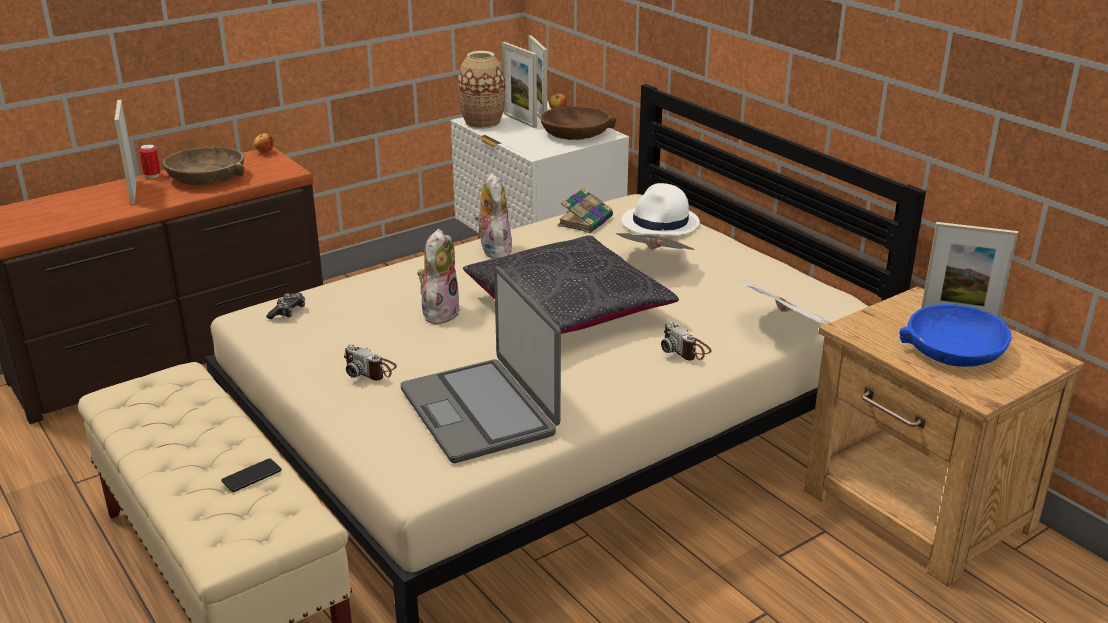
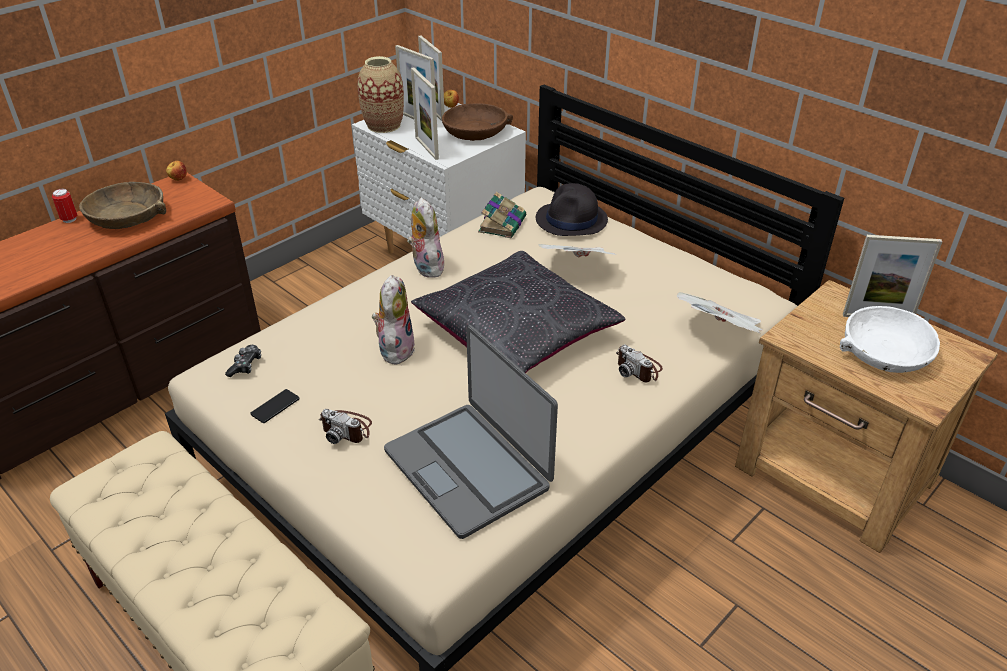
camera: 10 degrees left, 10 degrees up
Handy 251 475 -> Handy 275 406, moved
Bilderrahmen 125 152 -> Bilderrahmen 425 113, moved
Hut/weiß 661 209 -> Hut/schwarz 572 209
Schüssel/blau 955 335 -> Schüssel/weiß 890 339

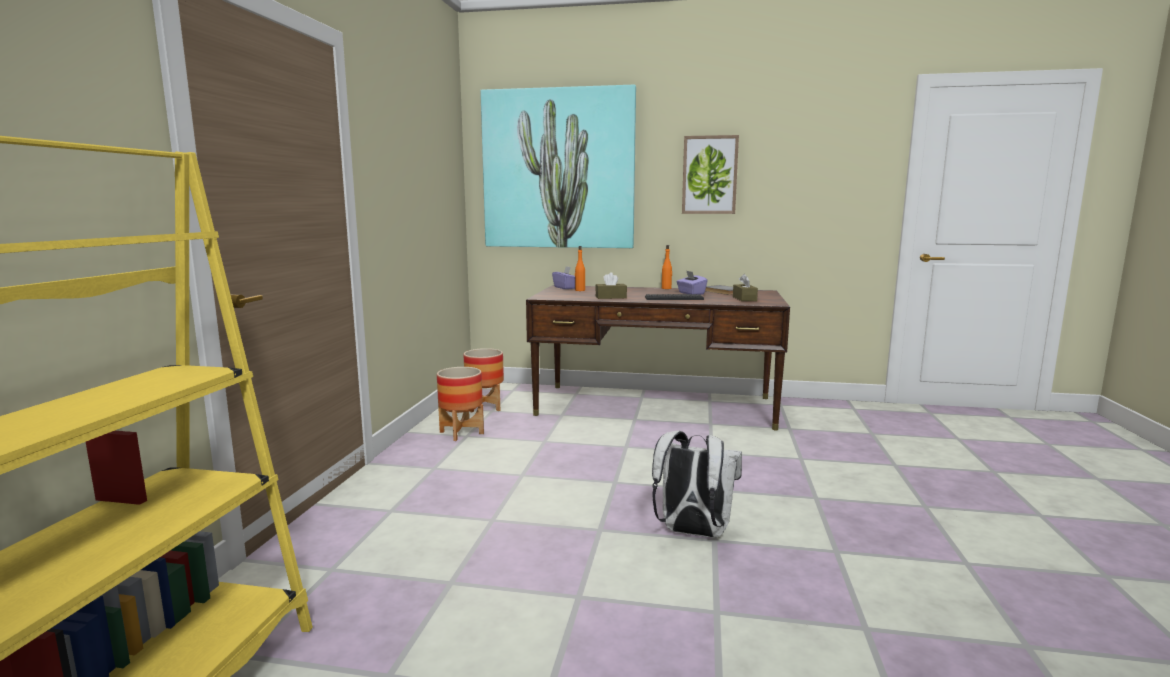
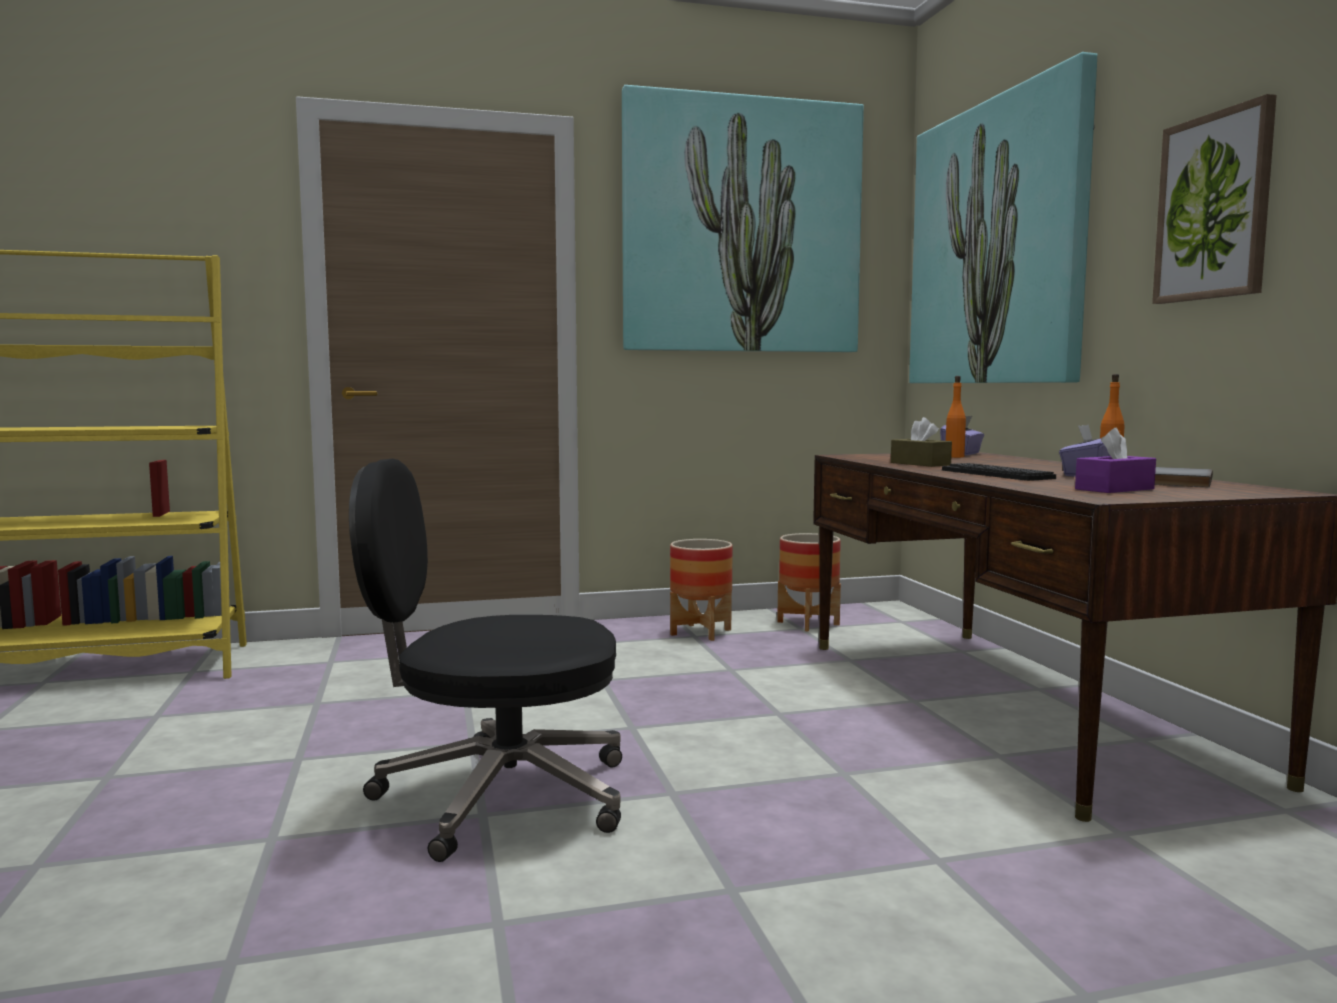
camera: 65 degrees right, 5 degrees down
Rucksack/weiß 697 484 -> Bürostuhl/schwarz 485 660
none -> Bild 743 218
Taschentuchbox/braun 745 287 -> Taschentuchbox/lila 1115 460

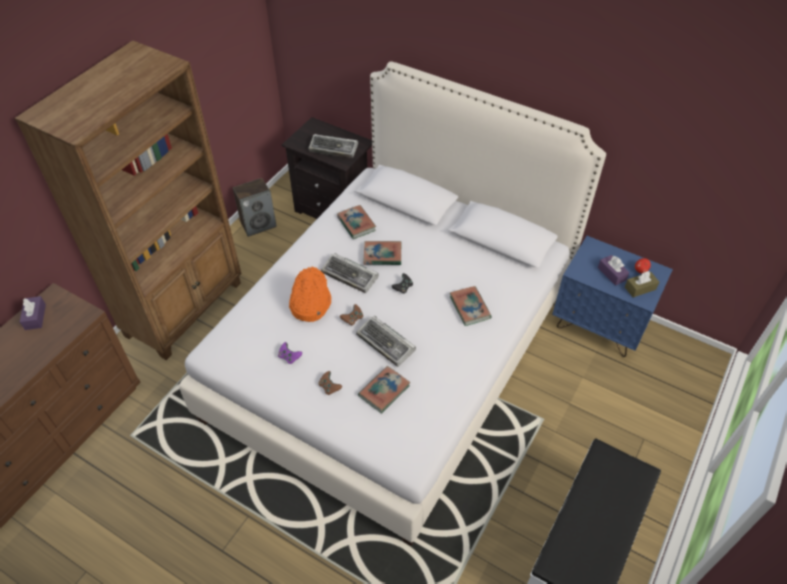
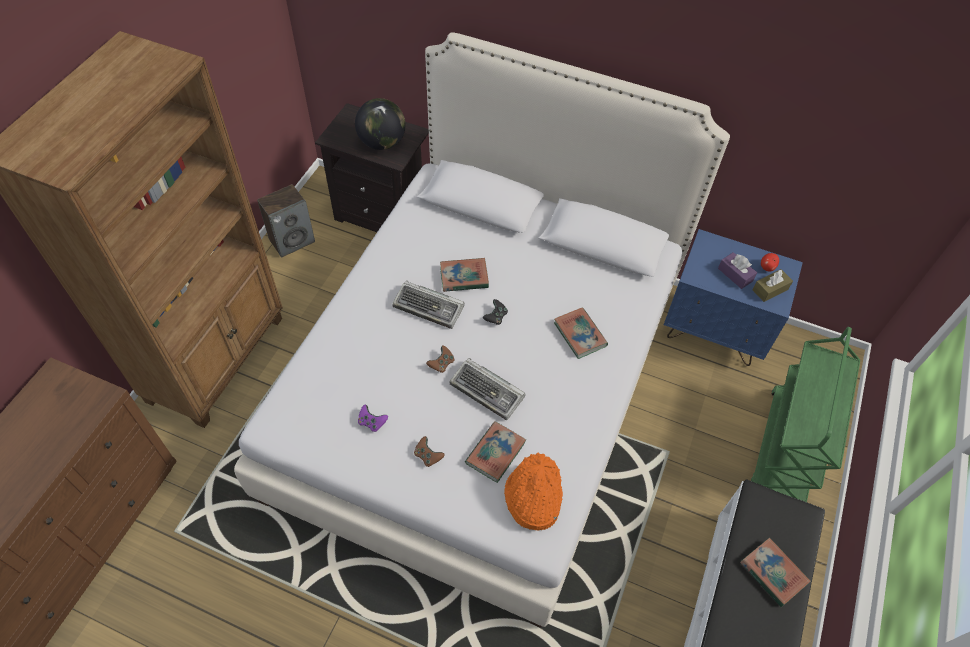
camera: 10 degrees left, 5 degrees up
Tastatur 333 146 -> Globus 380 124
Hut/orange 310 294 -> Hut/orange 533 491, moved
Buch 356 222 -> Buch 775 572, moved
none -> Rollwagen/grün 805 414
Taschentuchbox/lila 33 313 -> none

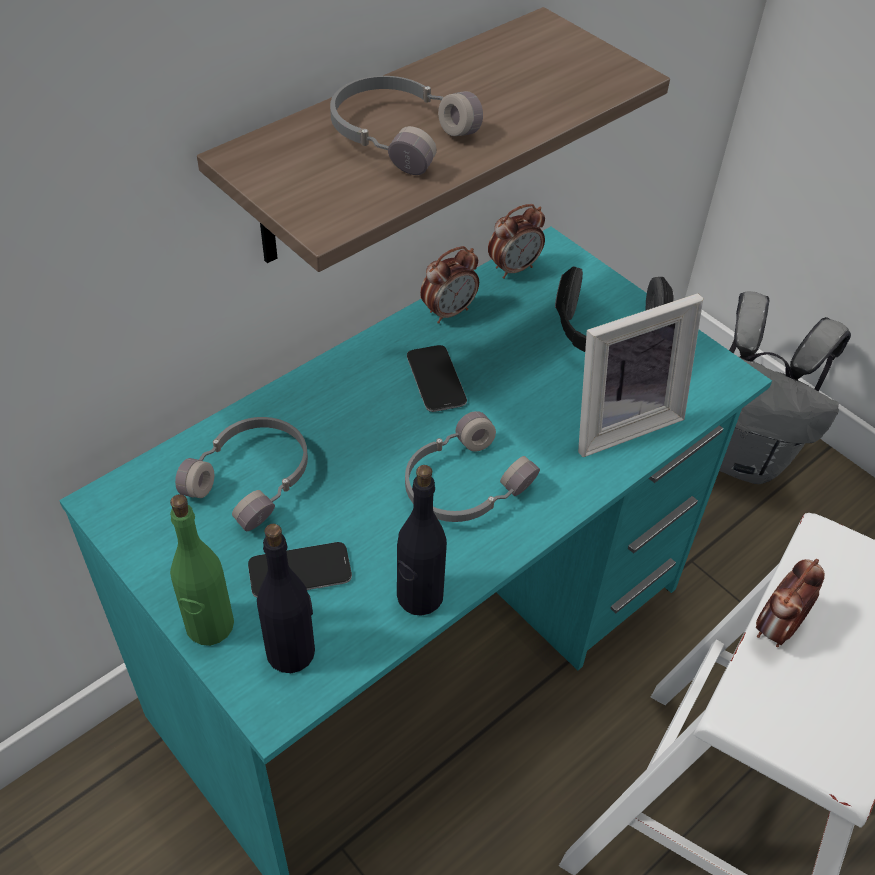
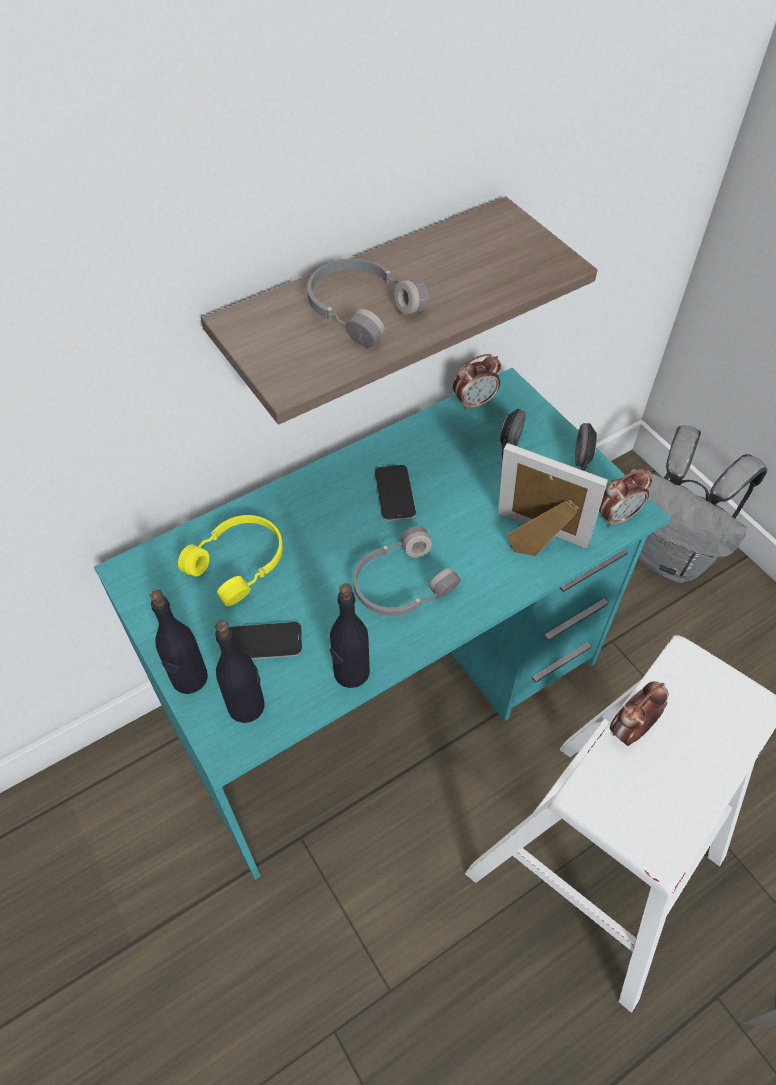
camera: 10 degrees right, 5 degrees up
Flasche/grün 202 570 -> Flasche/schwarz 179 642
Kopfhörer/grau 241 474 -> Kopfhörer/gelb 230 560
Bilderrahmen 640 375 -> Bilderrahmen 553 499, 135 degrees counterclockwise
Wecker 449 285 -> Wecker 625 498, moved

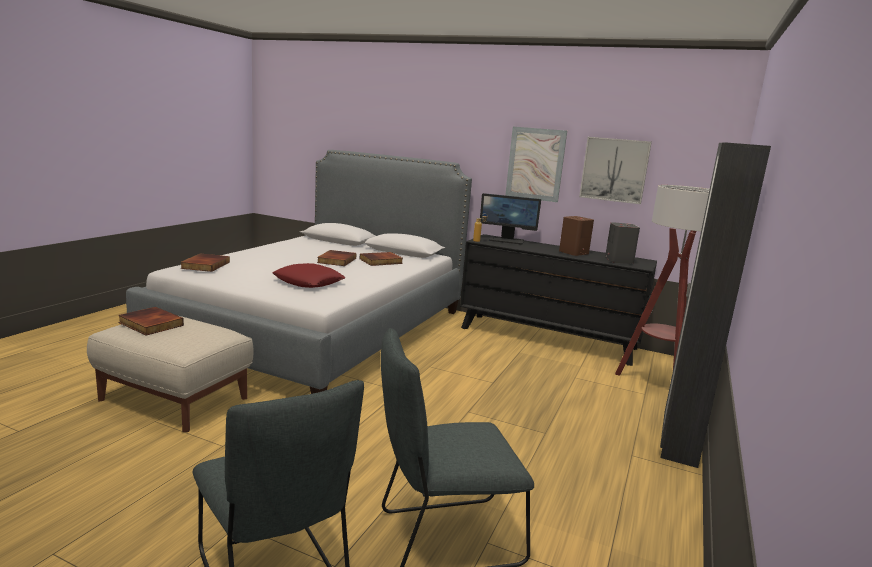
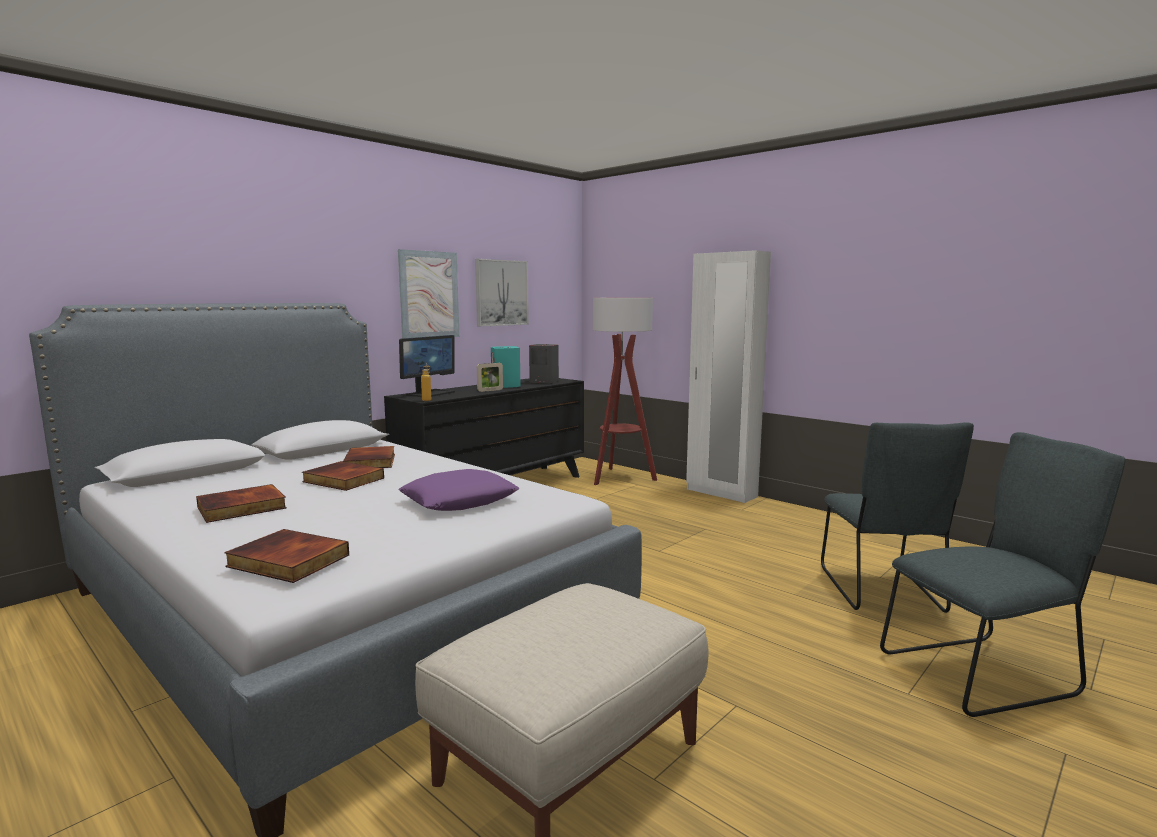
camera: 70 degrees left, 5 degrees down
Buch 151 321 -> Buch 241 503, moved
Kissen/rot 308 275 -> Kissen/lila 458 490
none -> Bilderrahmen 490 377
Lautsprecher/braun 576 236 -> Lautsprecher/türkis 505 367
Kleiderschrank/schwarz 715 305 -> Kleiderschrank/weiß 728 376

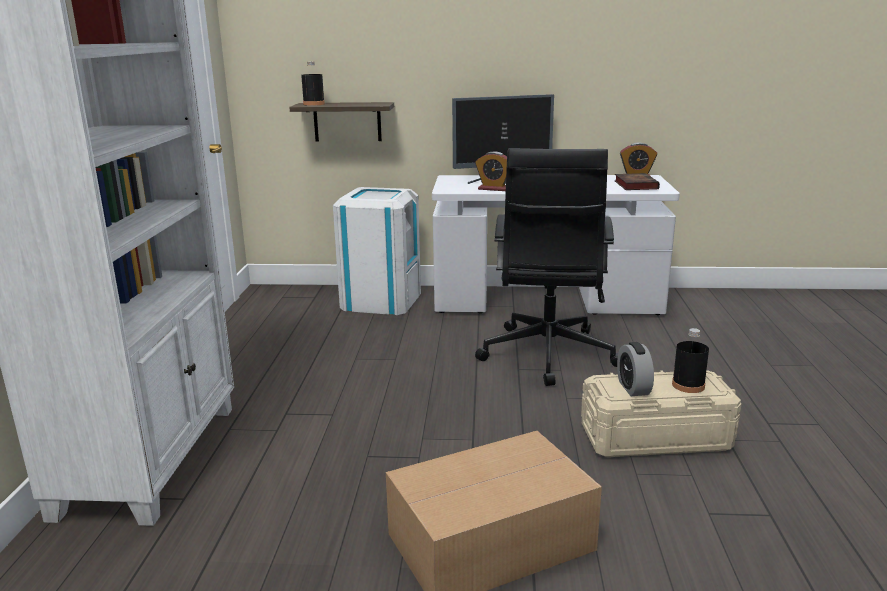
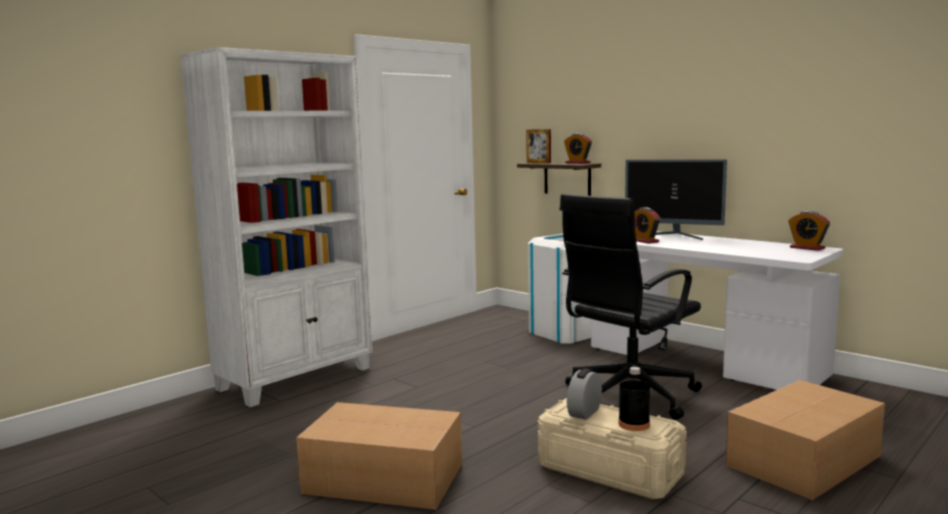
camera: 40 degrees right, 10 degrees down
Flasche/schwarz 313 84 -> Bilderrahmen 538 146
none -> Wecker 578 148
none -> Karton 805 440
Buch 637 181 -> none

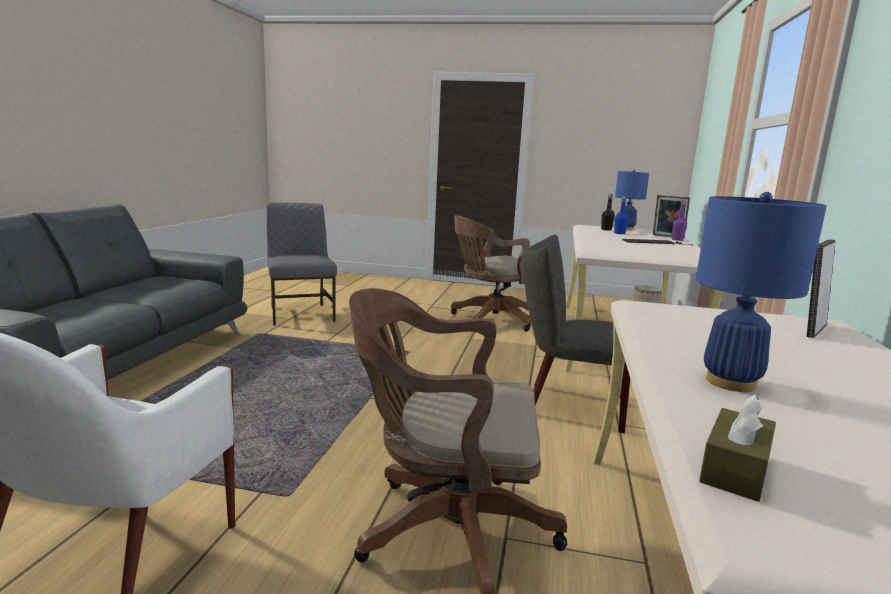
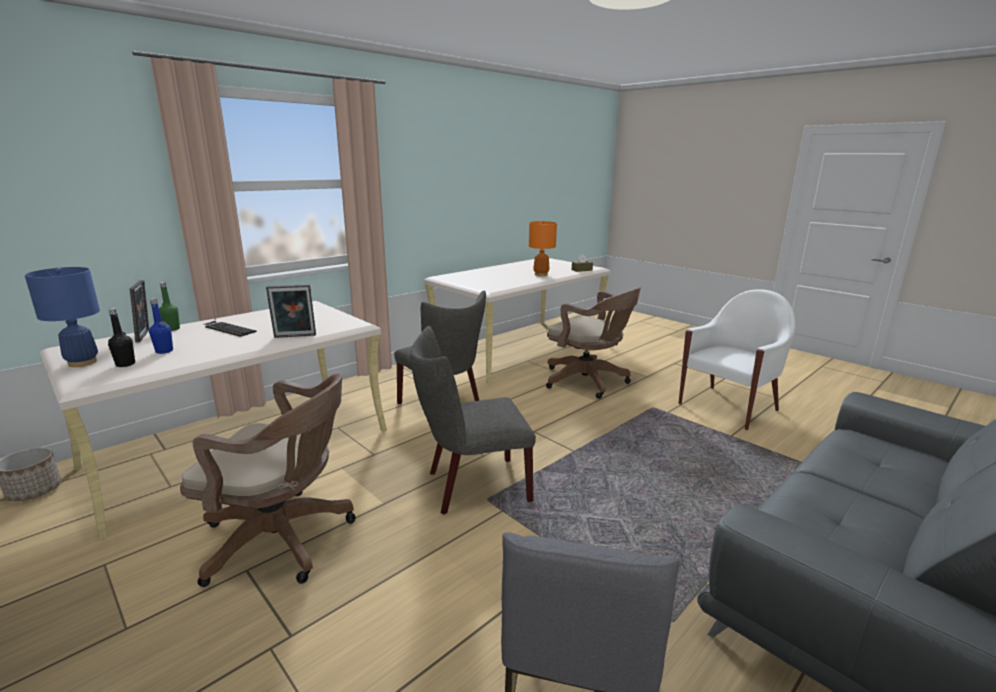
camera: 145 degrees left, 5 degrees up
Flasche/lila 679 220 -> Flasche/grün 169 306
Bilderrahmen 821 289 -> Bilderrahmen 291 311, moved
none -> Stuhl/grau 473 420
Tischlampe/blau 761 292 -> Tischlampe/orange 543 248

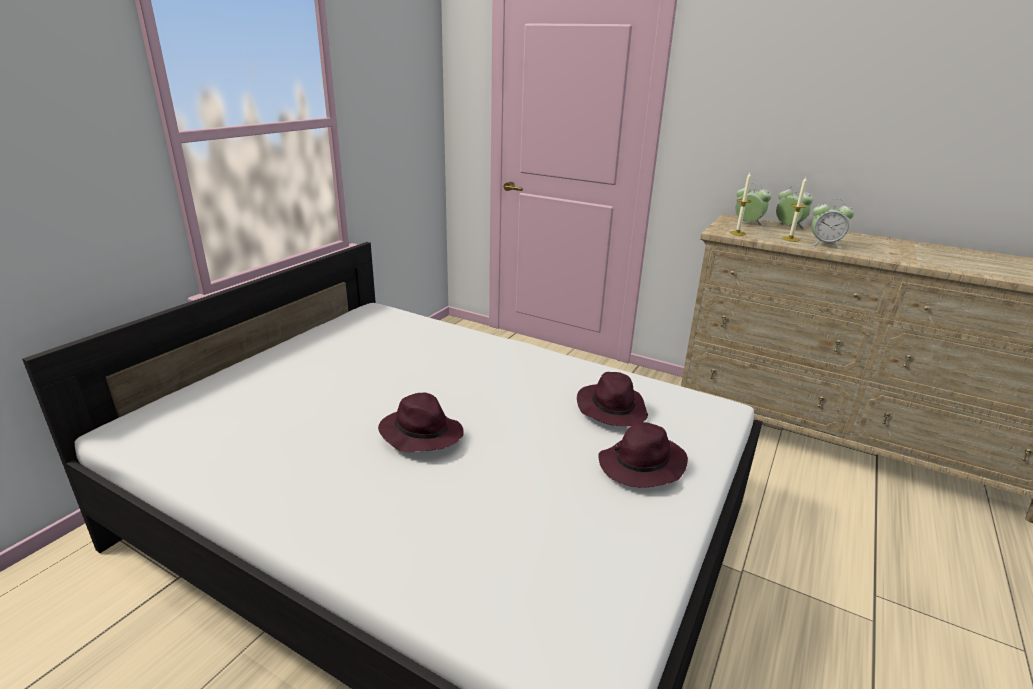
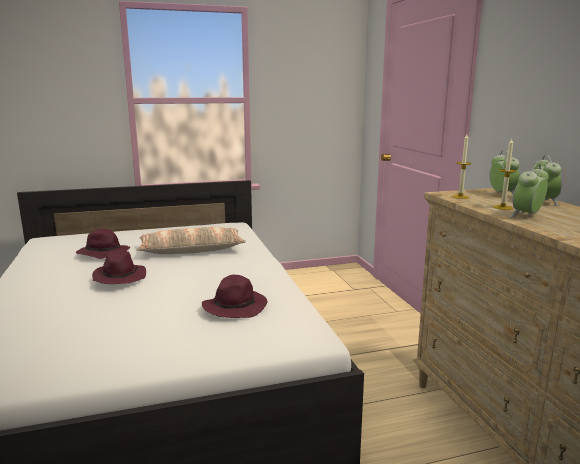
camera: 45 degrees right, 10 degrees down
Hut/lila 643 455 -> Hut/lila 103 243, moved
none -> Kissen 191 240
Wecker 832 224 -> Wecker 529 191, 75 degrees clockwise

